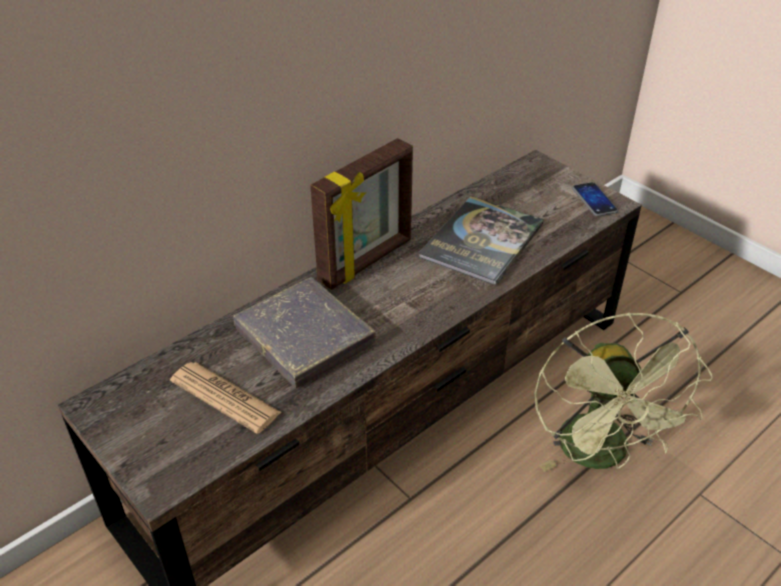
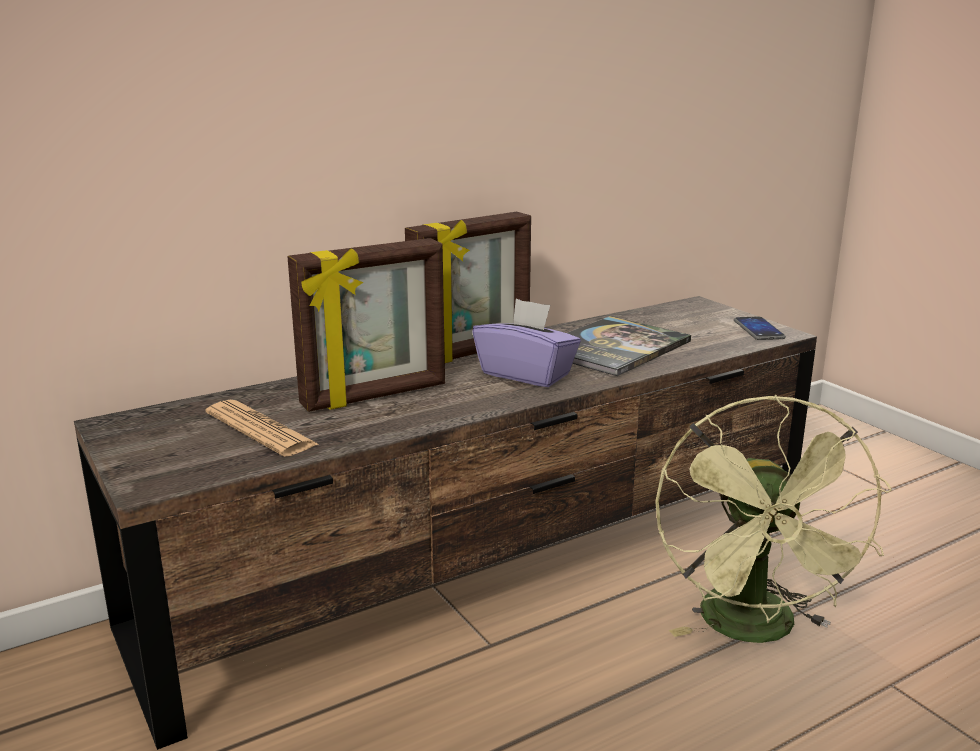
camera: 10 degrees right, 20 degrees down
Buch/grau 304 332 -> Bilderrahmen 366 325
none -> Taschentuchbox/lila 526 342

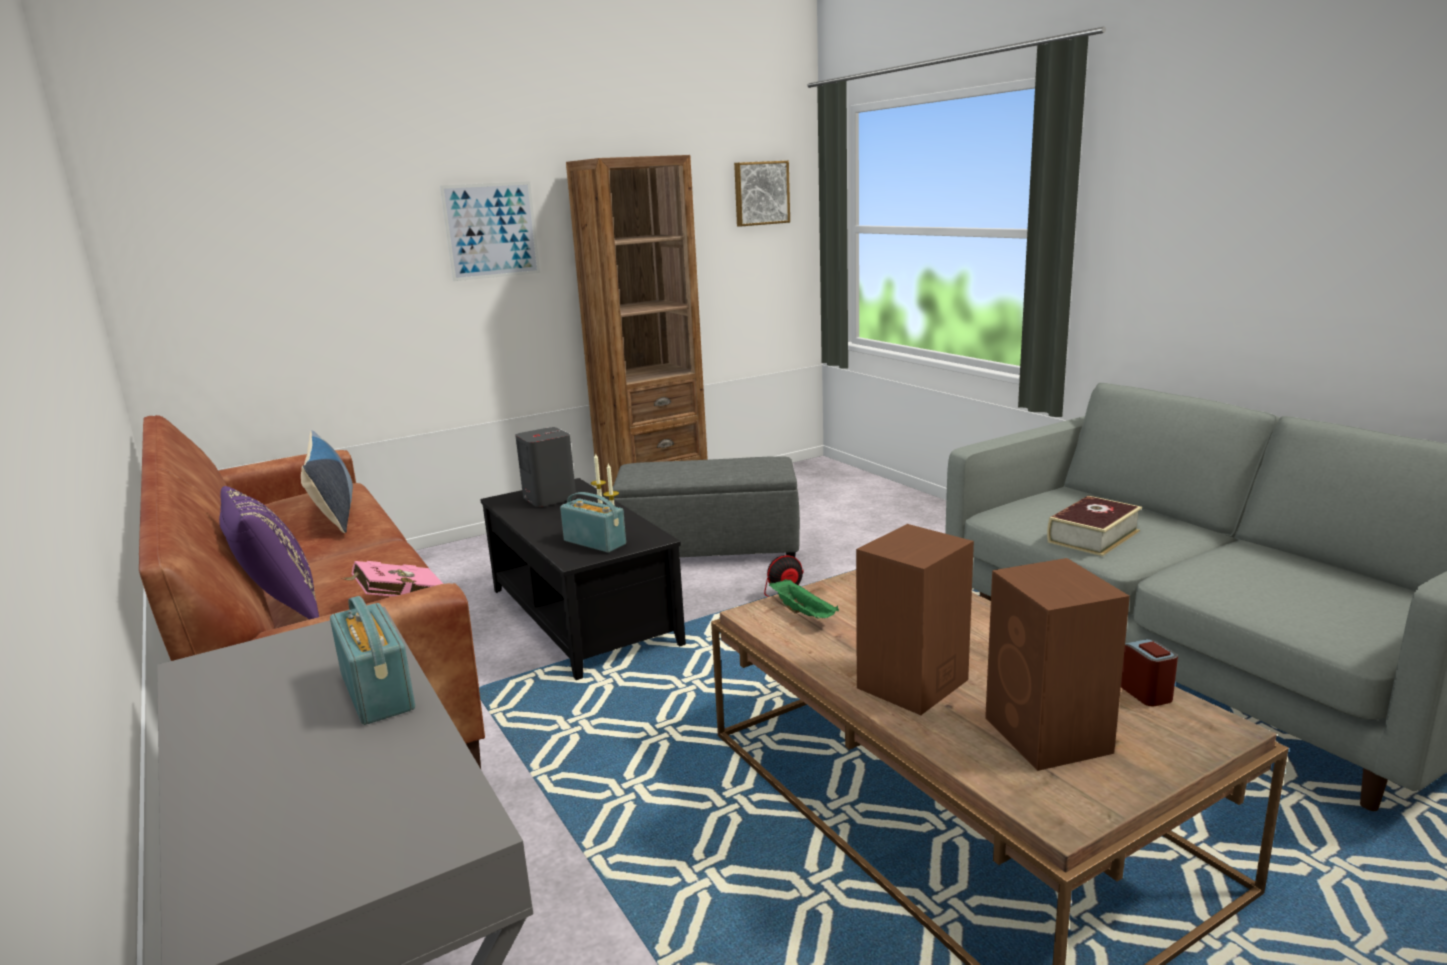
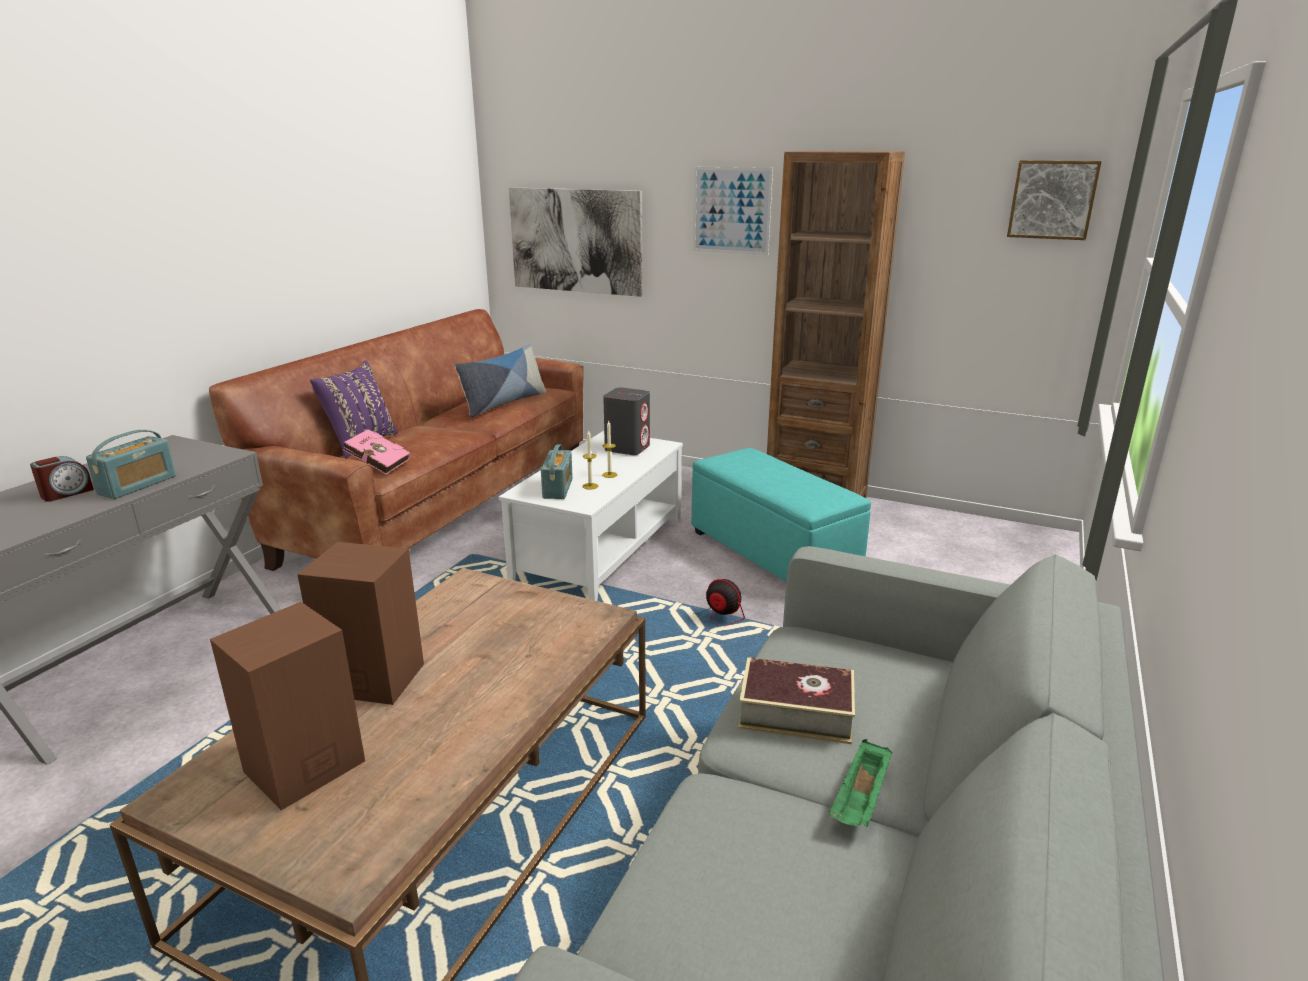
camera: 55 degrees right, 5 degrees up
Wecker 1149 672 -> Wecker 62 479, moved
Couchtisch/schwarz 583 579 -> Couchtisch/weiß 591 516
none -> Bild 575 242
Polsterhocker/grau 706 506 -> Polsterhocker/türkis 781 515
Tablett/grün 804 599 -> Tablett/grün 860 783, moved

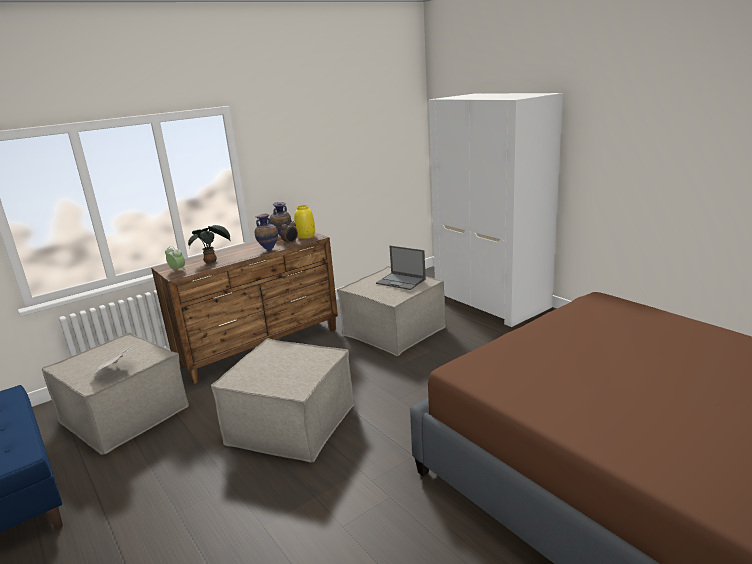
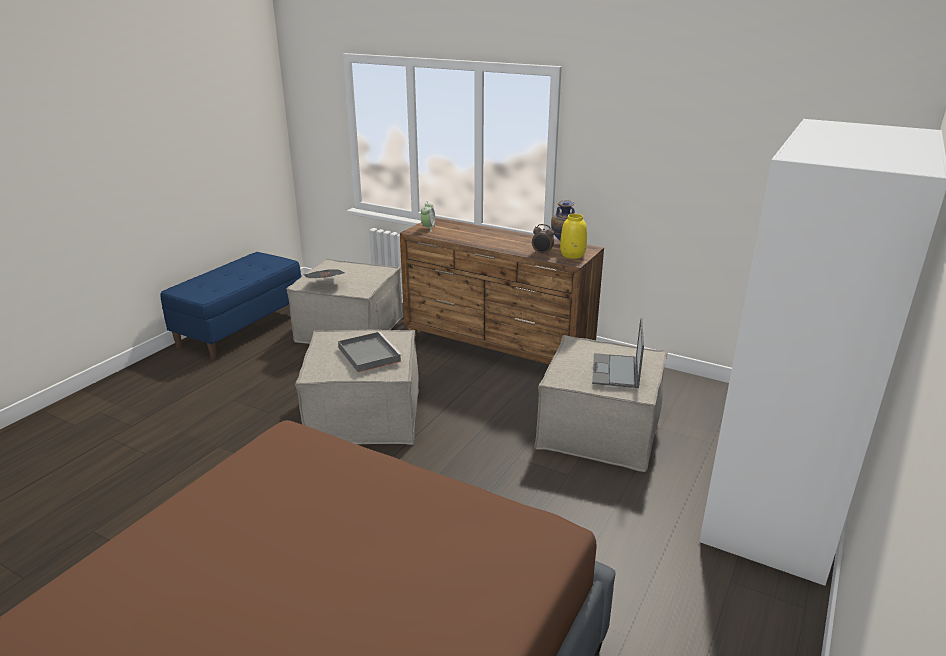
camera: 65 degrees right, 5 degrees up
none -> Tablett/grau 370 352
Topfpflanze 209 244 -> none
Vase 266 232 -> none

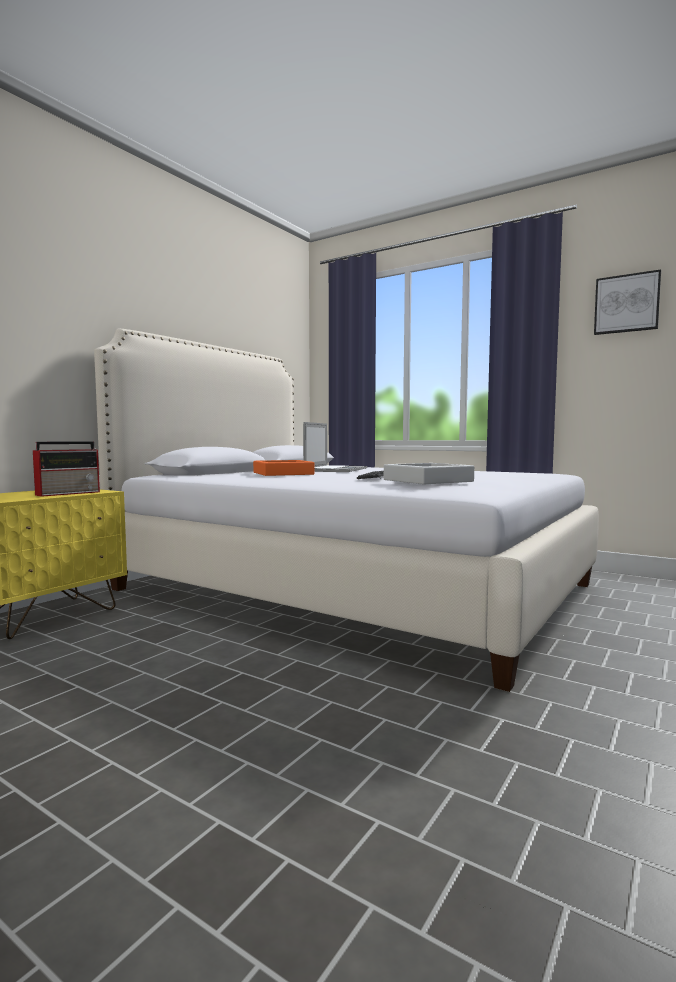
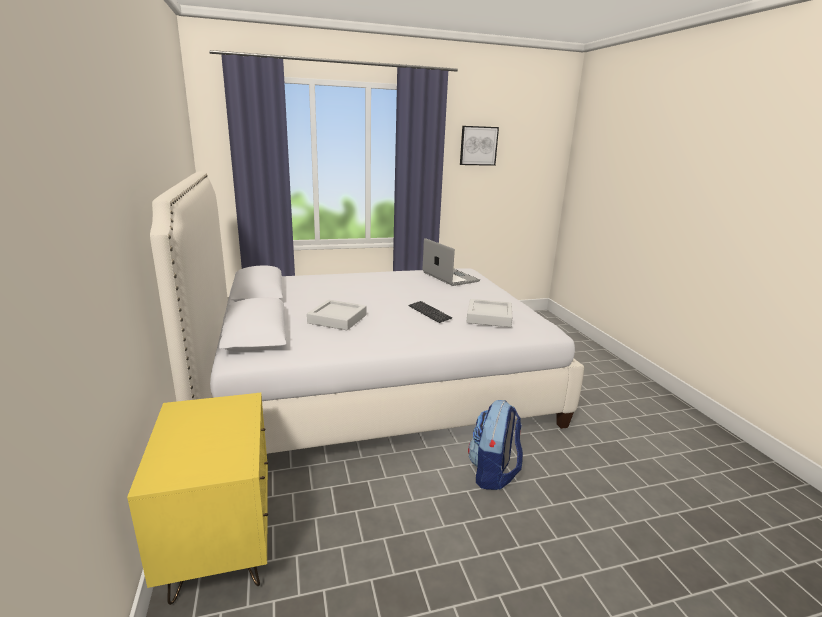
camera: 50 degrees left, 15 degrees up
Tablett/orange 283 468 -> Tablett/grau 337 315
Laptop 335 447 -> Laptop 451 262, moved
none -> Rucksack 495 445
Radio 66 469 -> none

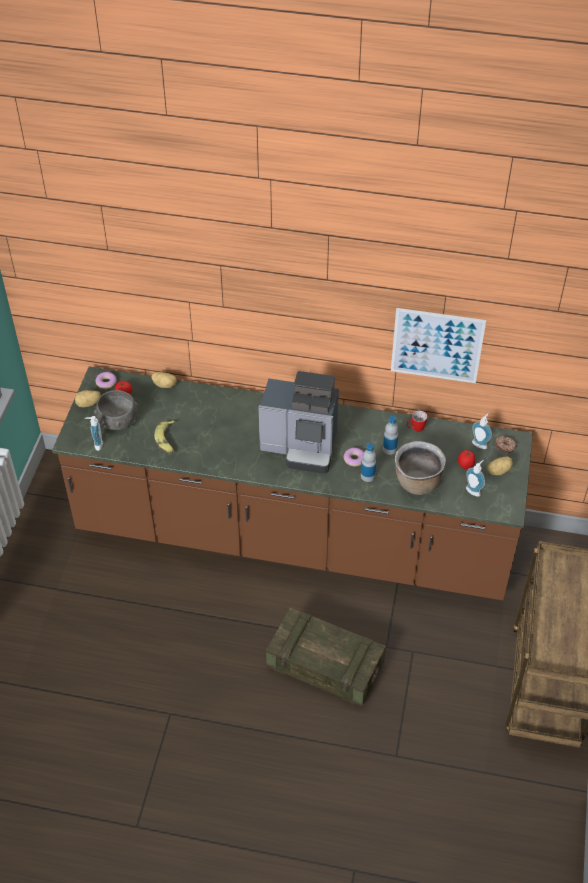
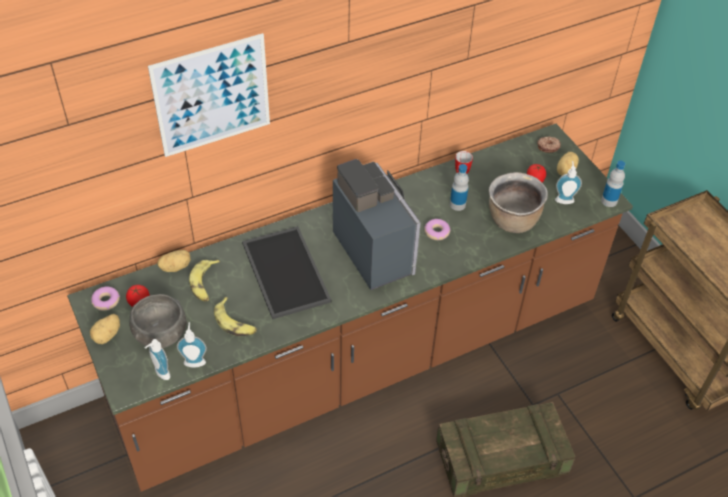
camera: 40 degrees left, 0 degrees up
Bild 438 345 -> Bild 209 95, moved
Seifenspender 482 431 -> Seifenspender 192 345, moved
none -> Banane 204 280
none -> Tablett 286 273
Kaffeemaschine 298 422 -> Kaffeemaschine 377 224, 90 degrees counterclockwise
Flasche 368 462 -> Flasche 613 184, moved

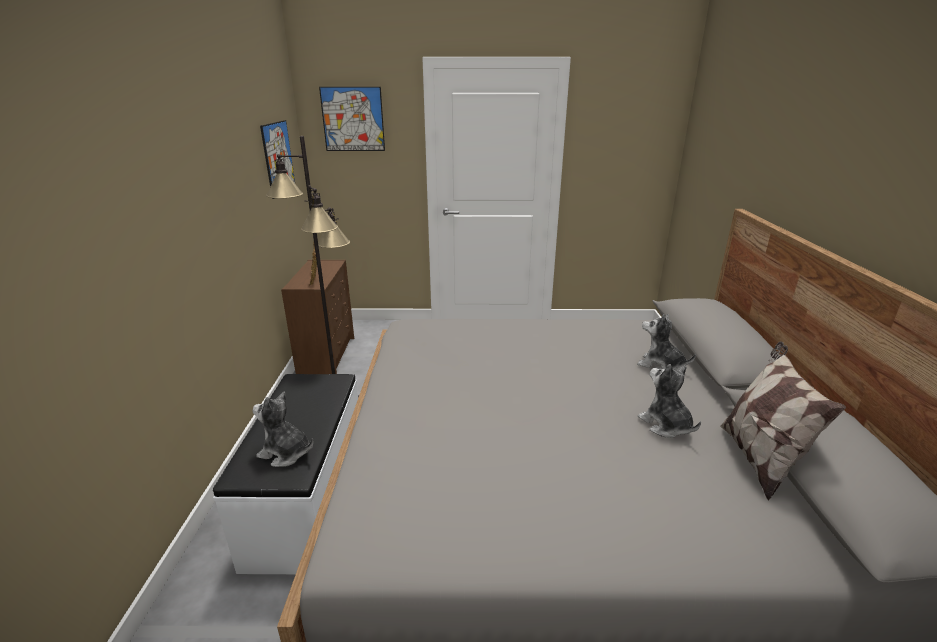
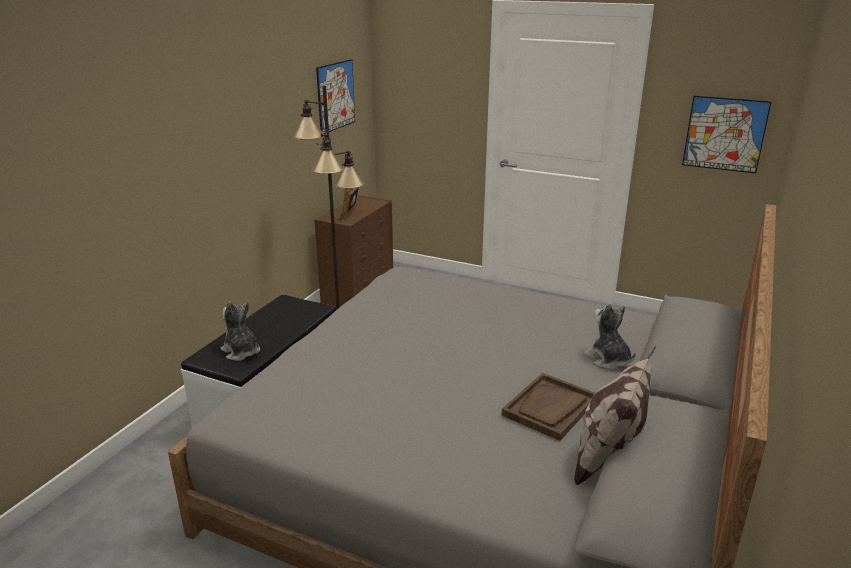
camera: 25 degrees right, 0 degrees up
Plüschtier 669 401 -> Tablett/braun 549 407
Bild 352 119 -> Bild 727 134, moved

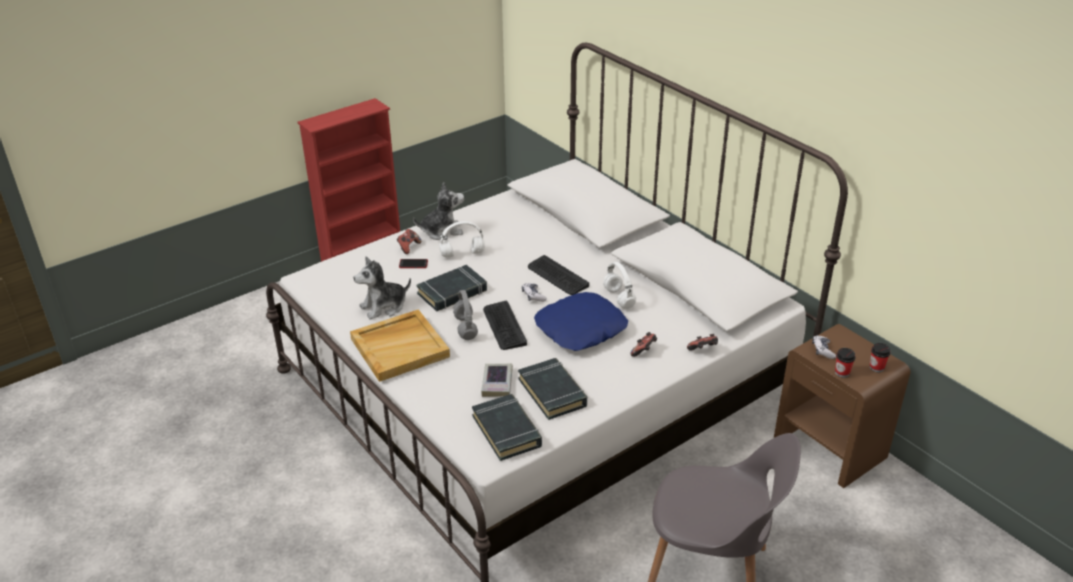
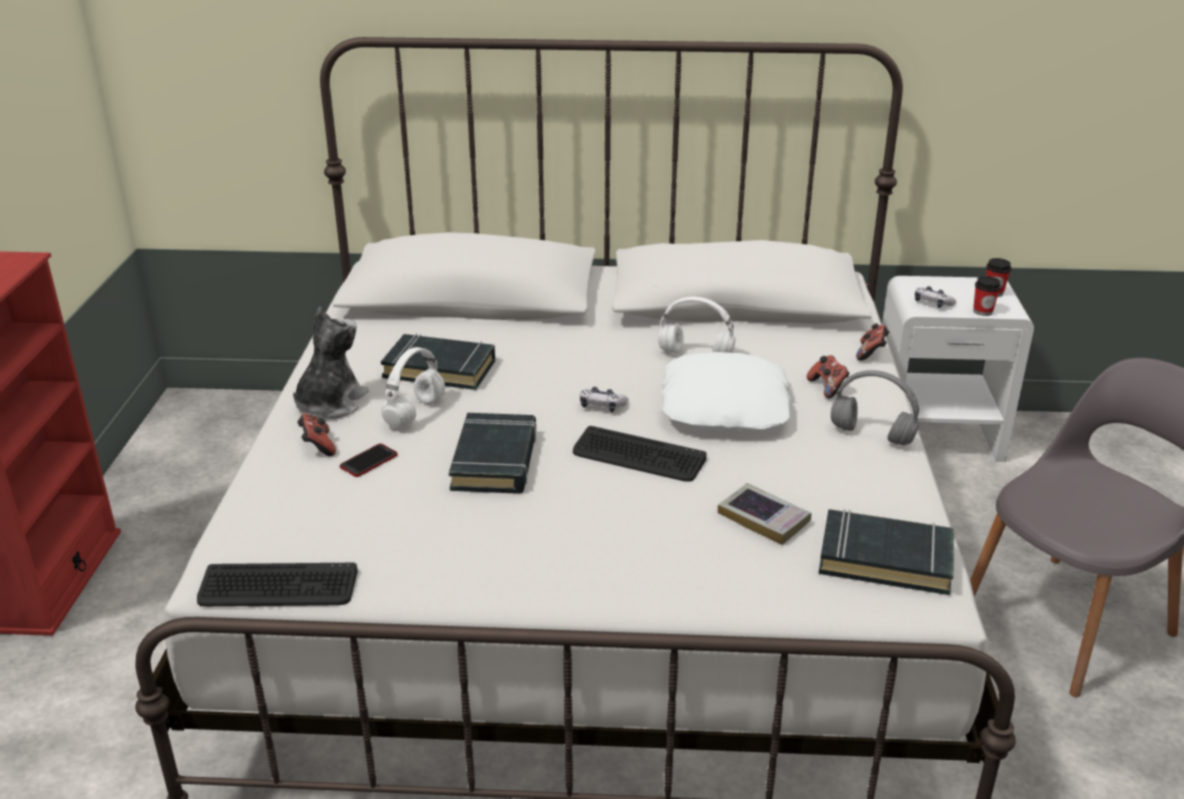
camera: 50 degrees left, 5 degrees down
Tastatur 558 275 -> Tastatur 277 585, moved
Buch/schwarz 552 389 -> Buch/schwarz 438 362, moved
Kissen/blau 581 321 -> Kissen/weiß 726 392
Kopfhörer/grau 465 315 -> Kopfhörer/grau 875 408, moved
Nachttisch/braun 842 406 -> Nachttisch/weiß 958 369
Tablett/beige 400 345 -> none
Plüschtier 382 288 -> none

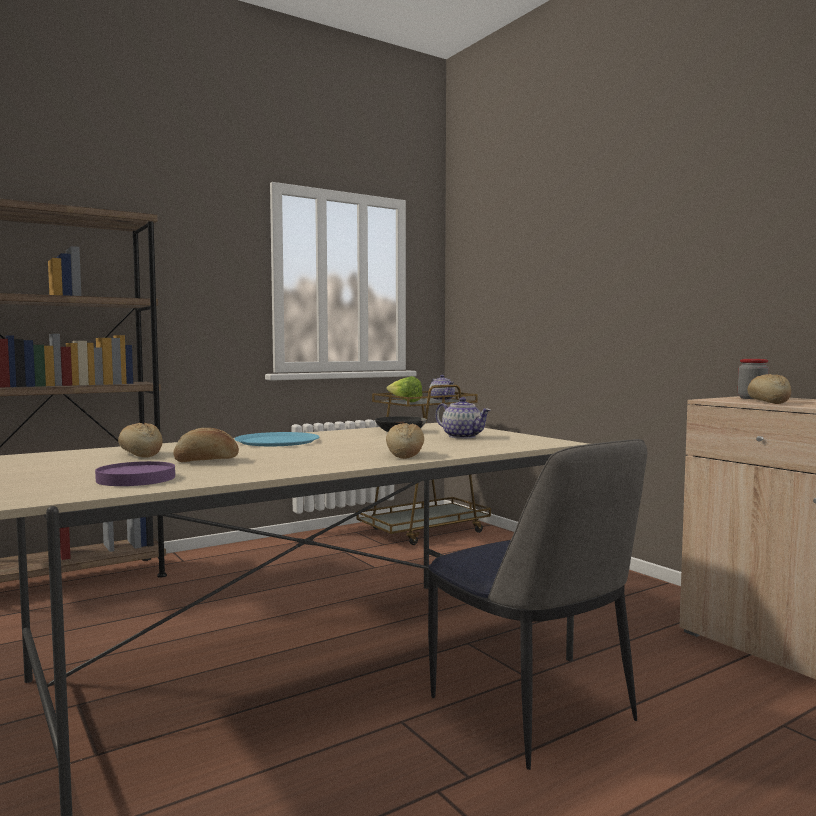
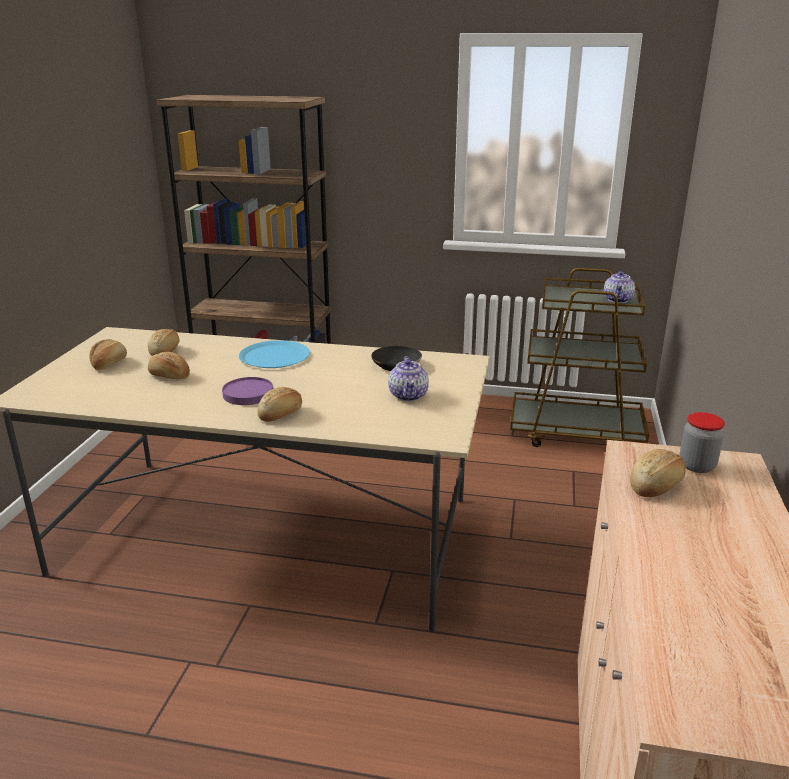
camera: 45 degrees right, 20 degrees up
none -> Brot 108 354
Teller/lila 135 473 -> Teller/lila 247 391, moved
Salatkopf 404 389 -> none
Stuhl 537 604 -> none

